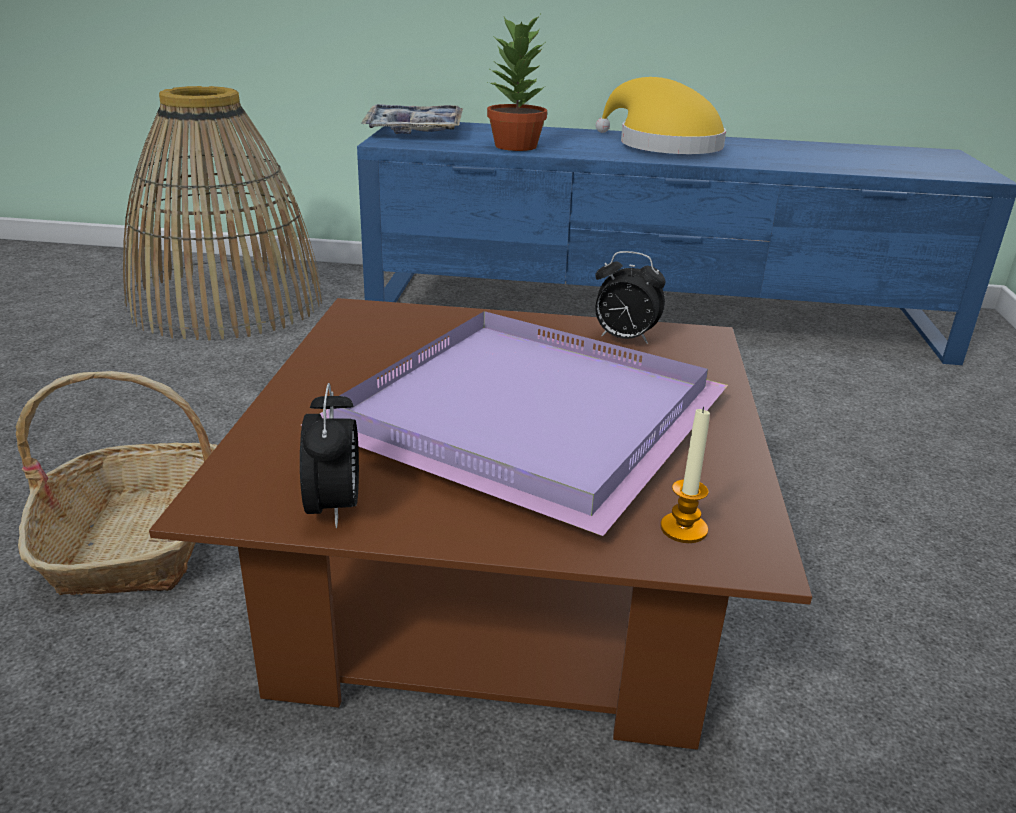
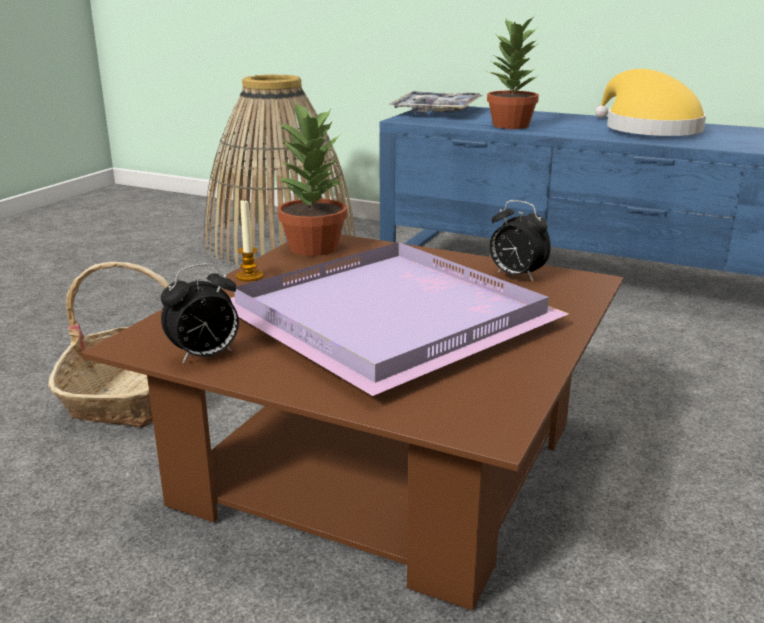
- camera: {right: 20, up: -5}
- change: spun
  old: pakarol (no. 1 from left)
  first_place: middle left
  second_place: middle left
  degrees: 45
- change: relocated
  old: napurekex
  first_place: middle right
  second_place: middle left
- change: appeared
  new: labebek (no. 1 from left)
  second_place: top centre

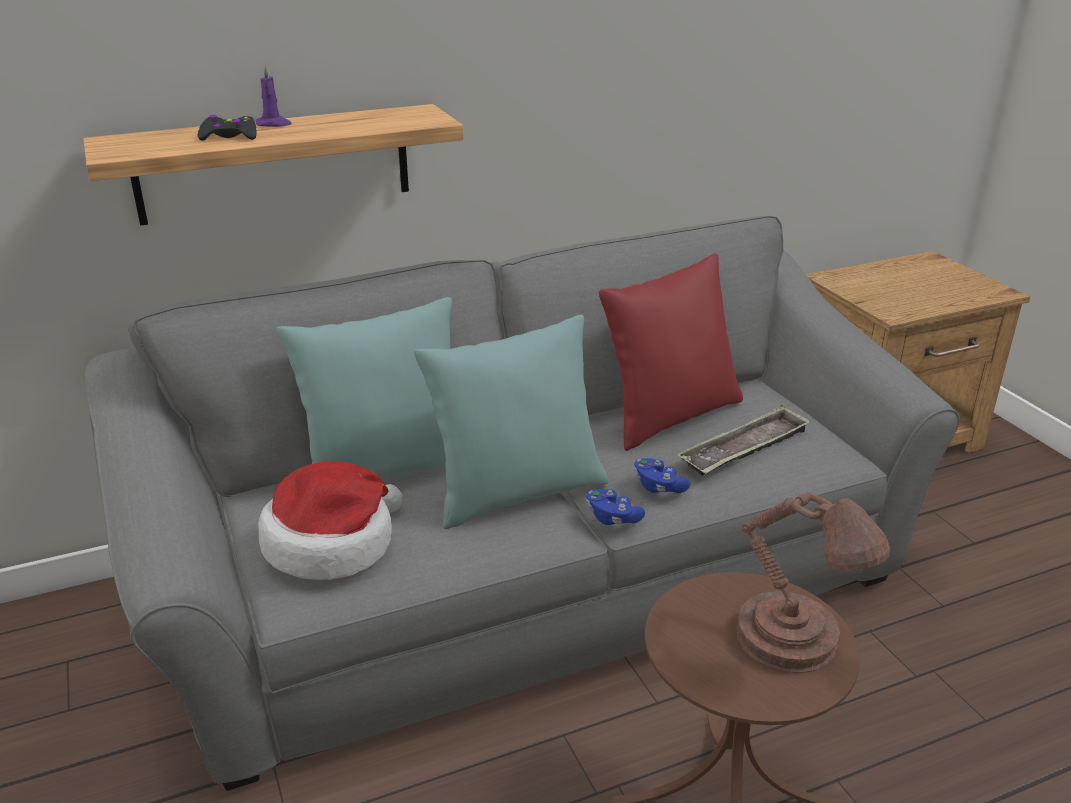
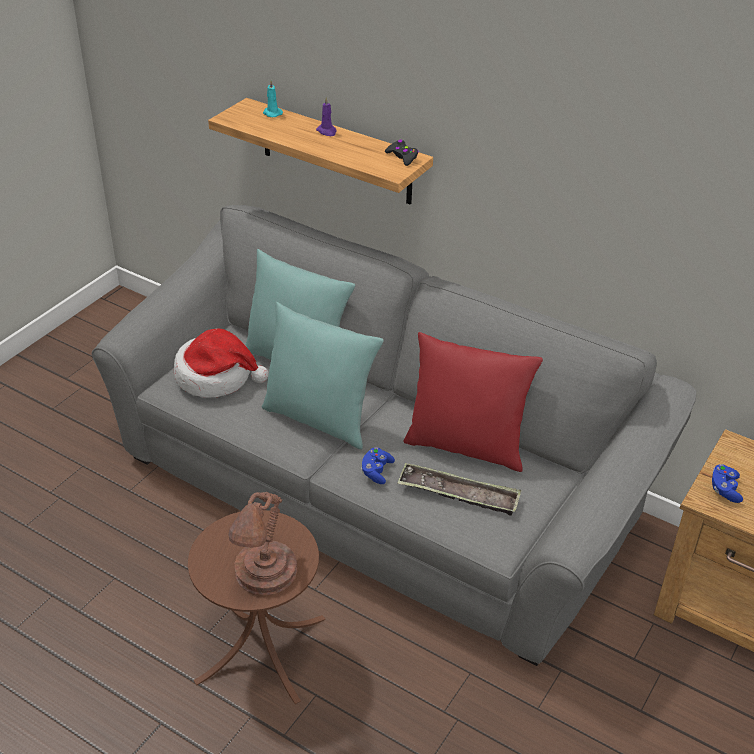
- camera: {right: 55, up: 10}
- change: appeared
  new: napurekex (turquoise)
  second_place: top centre
- change: relocated
  old: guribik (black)
  first_place: top left
  second_place: top centre
- change: relocated
  old: guribik (blue) (no. 1 from left in the first image)
  new: guribik (blue) (no. 2 from left)
  first_place: centre
  second_place: middle right

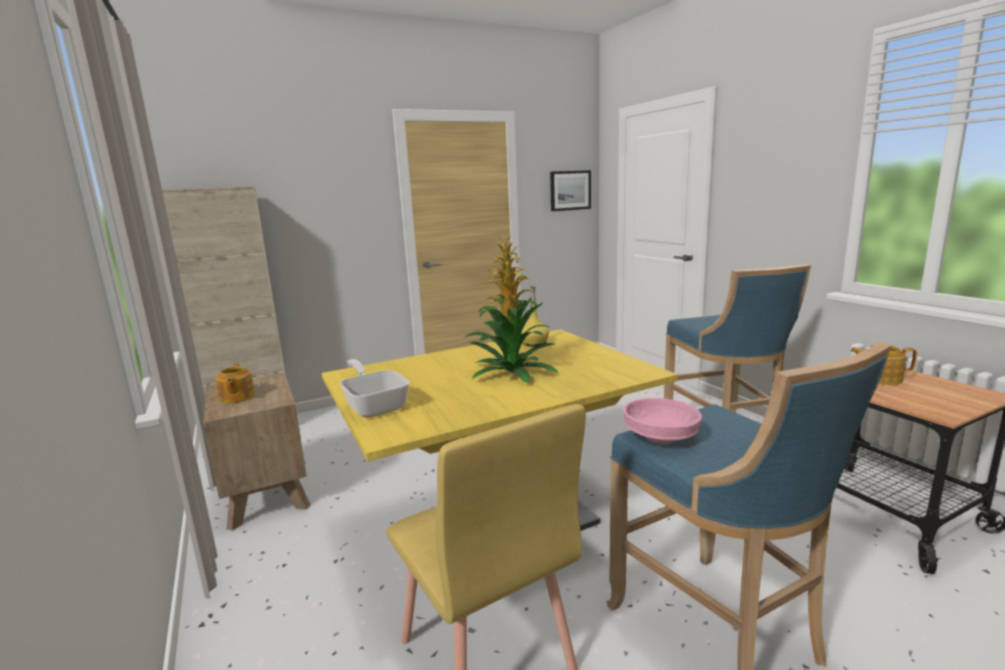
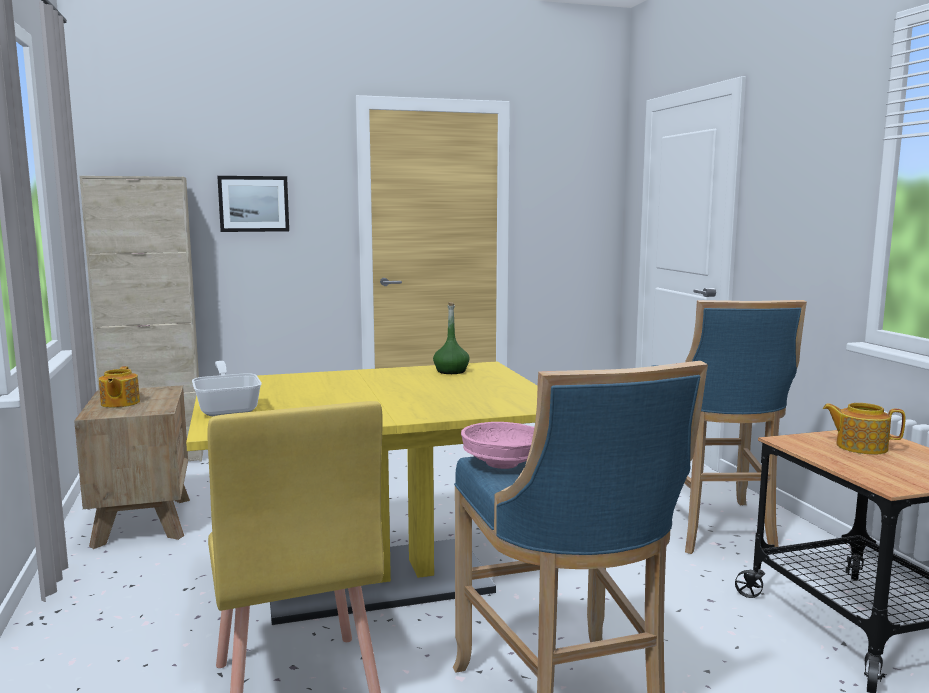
- camera: {right: 10, up: -5}
- change: relocated
  old: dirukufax
  first_place: top centre
  second_place: top left
- change: colour
  old: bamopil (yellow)
  new: bamopil (green)
  first_place: centre
  second_place: centre
- change: missing
  old: labebek
  first_place: centre

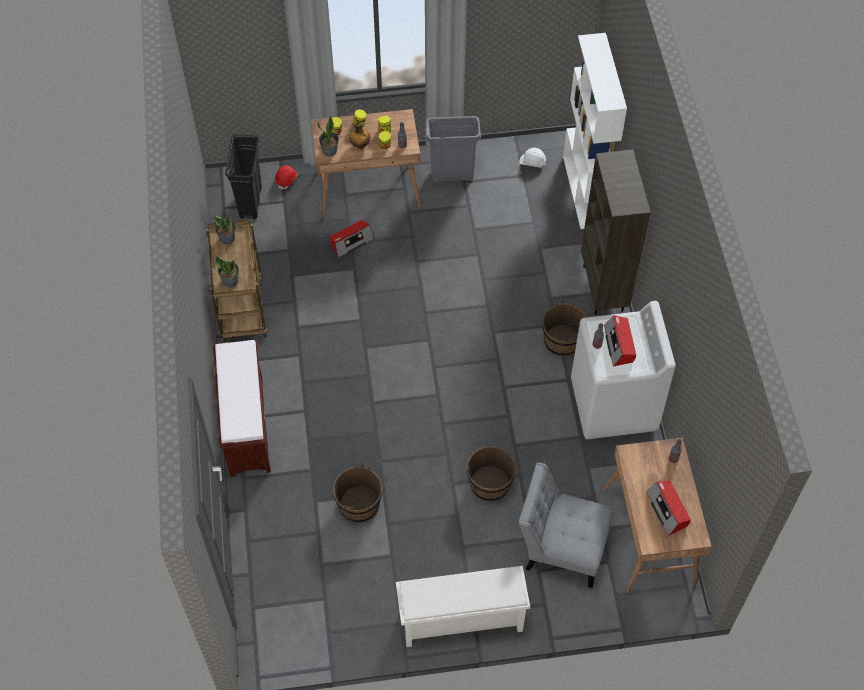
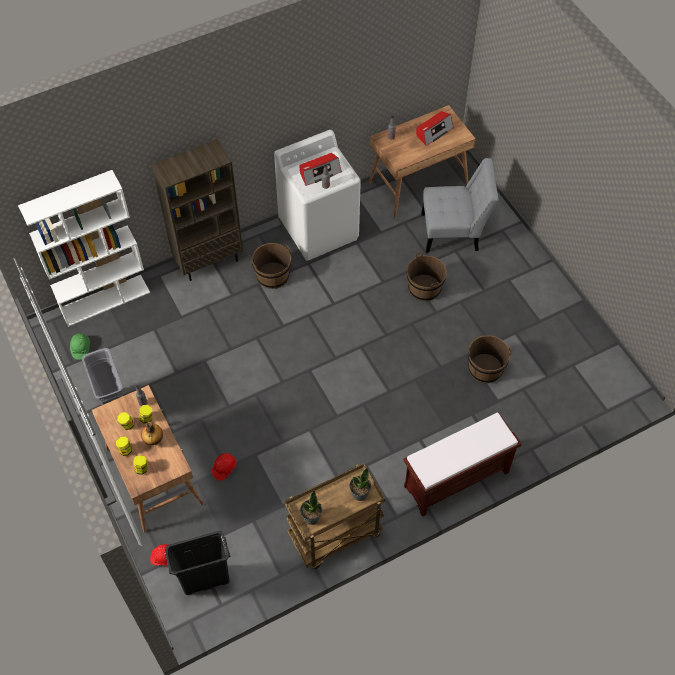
- camera: {right: -110, up: 0}
- change: colour
  old: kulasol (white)
  new: kulasol (green)
  first_place: top centre
  second_place: middle left
- change: exchanged
  old: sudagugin (no. 1 from left)
  new: kulasol (red) (no. 2 from left)
  first_place: centre
  second_place: bottom left
- change: spun
  old: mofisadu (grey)
  first_place: bottom centre
  second_place: top right
  degrees: -90
- change: missing
  old: labebek (no. 3 from left)
  first_place: top centre
- change: missing
  old: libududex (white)
  first_place: bottom centre

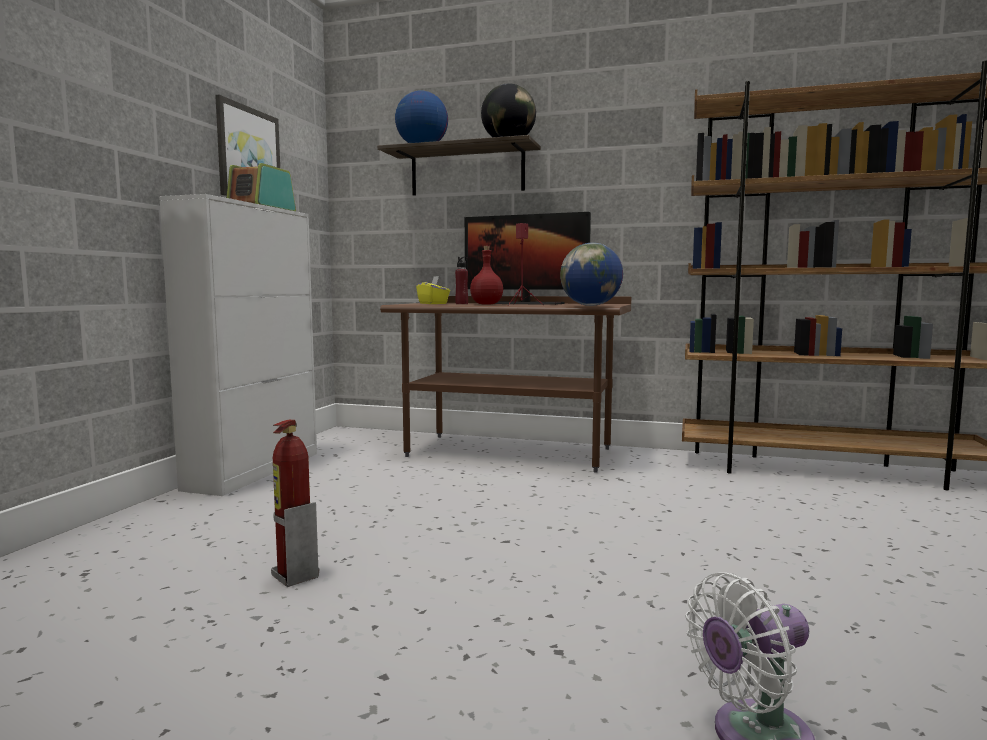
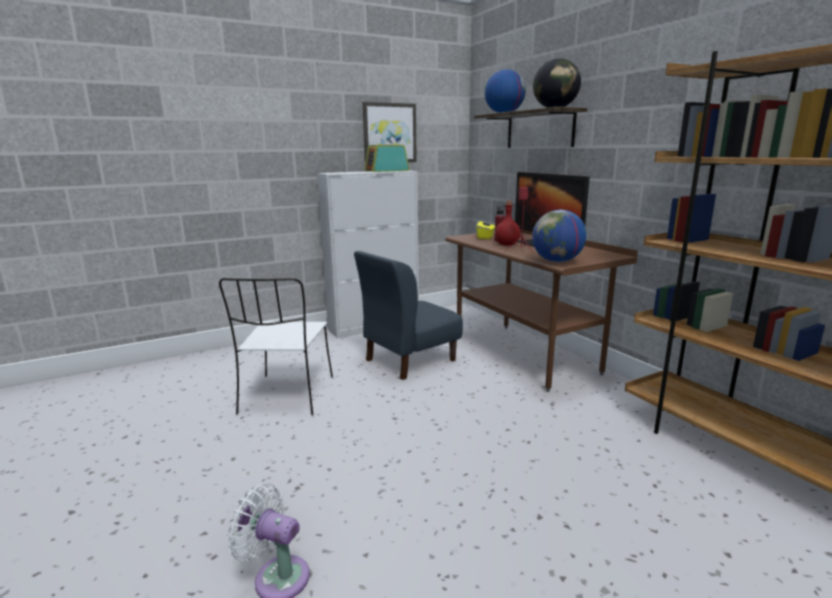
- camera: {right: 45, up: 10}
- change: exchanged
  old: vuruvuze
  new: mofisadu (white)
  first_place: bottom left
  second_place: middle left
- change: appeared
  new: mofisadu (blue)
  second_place: centre

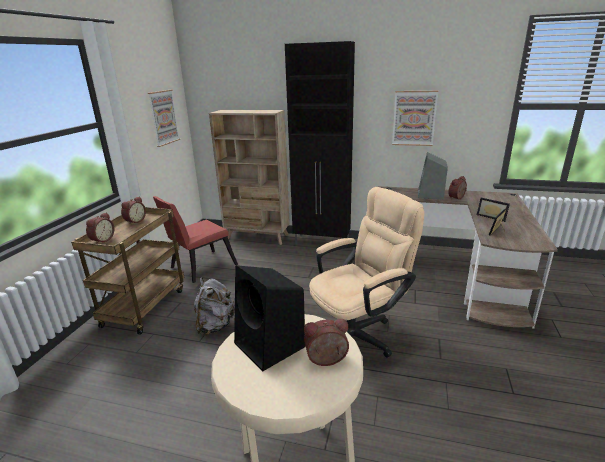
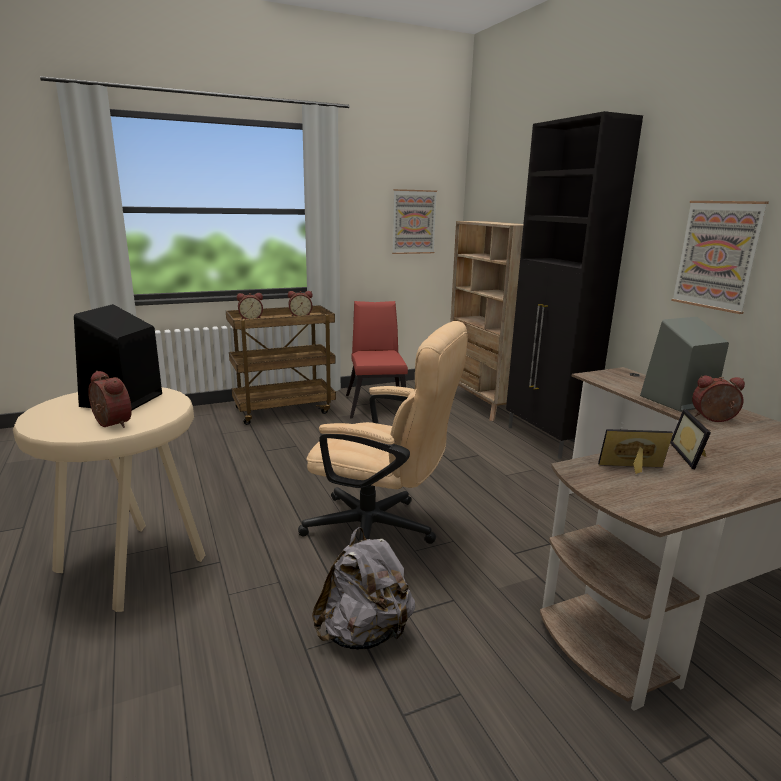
- camera: {right: 50, up: -5}
- change: relocated
  old: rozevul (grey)
  first_place: centre
  second_place: bottom centre
- change: spun
  old: mofisadu (red)
  first_place: middle left
  second_place: centre
  degrees: 75

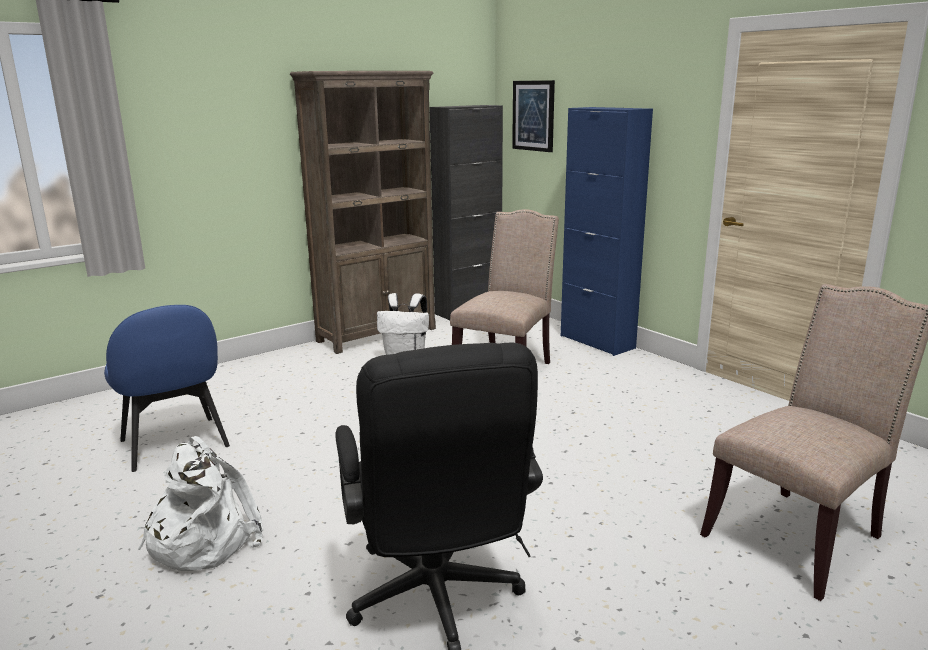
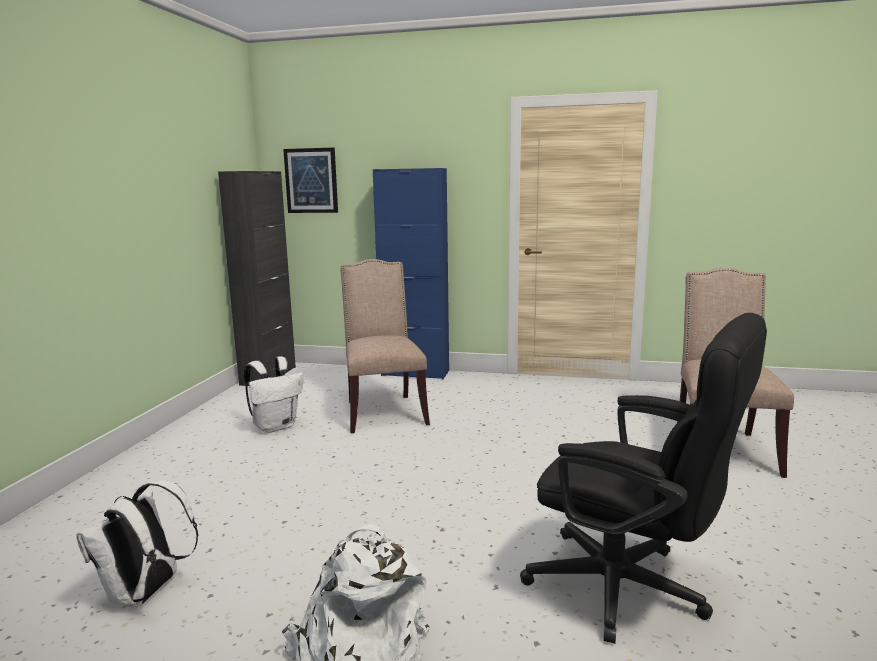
- camera: {right: -40, up: -5}
- change: exchanged
  old: mofisadu (blue)
  new: rozevul (white) (no. 1 from left)
  first_place: middle left
  second_place: bottom left
- change: missing
  old: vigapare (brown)
  first_place: top centre

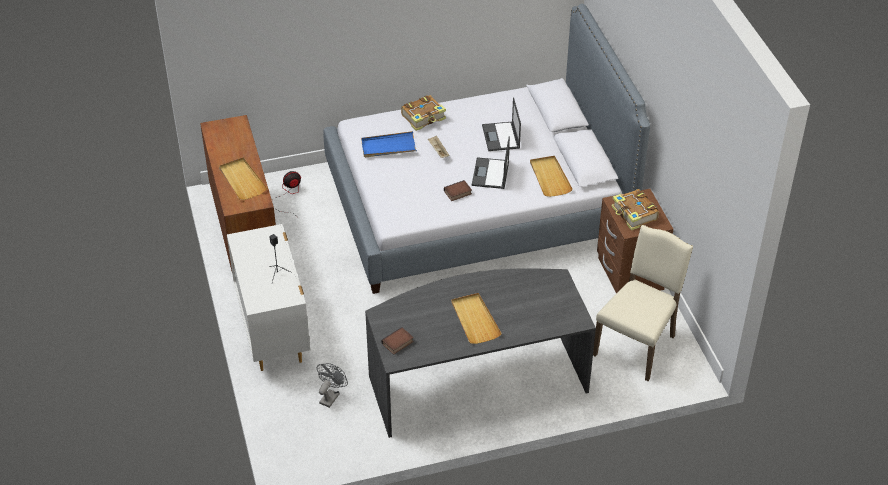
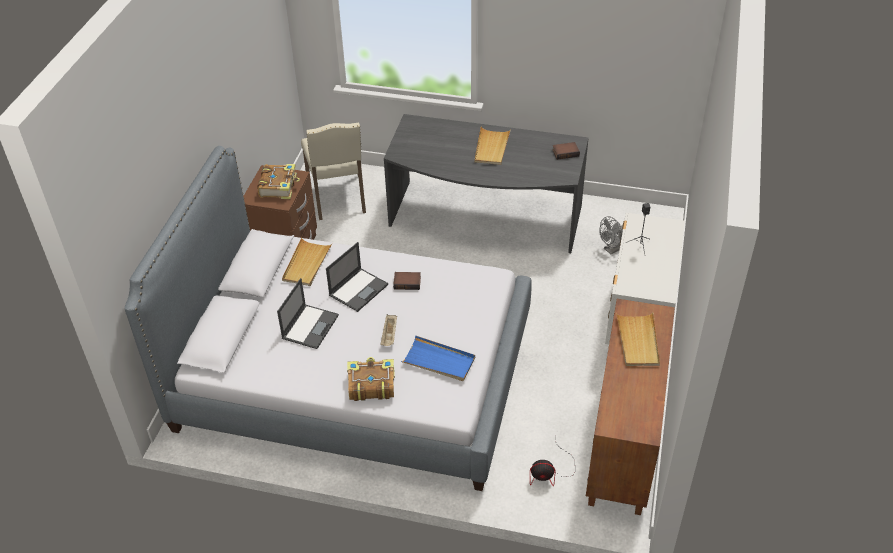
- camera: {right: -150, up: 0}
- change: spun
  old: mofisadu (beige)
  first_place: middle right
  second_place: top centre
  degrees: -75

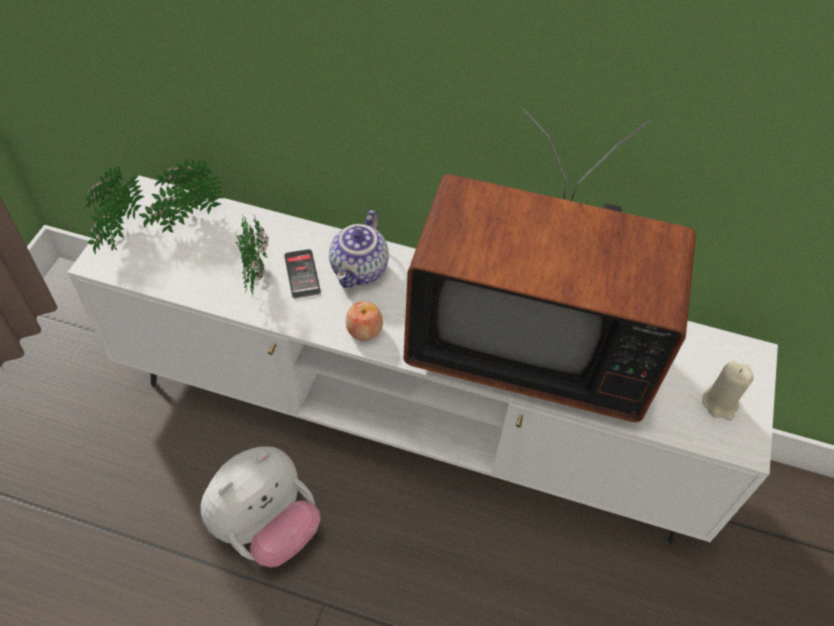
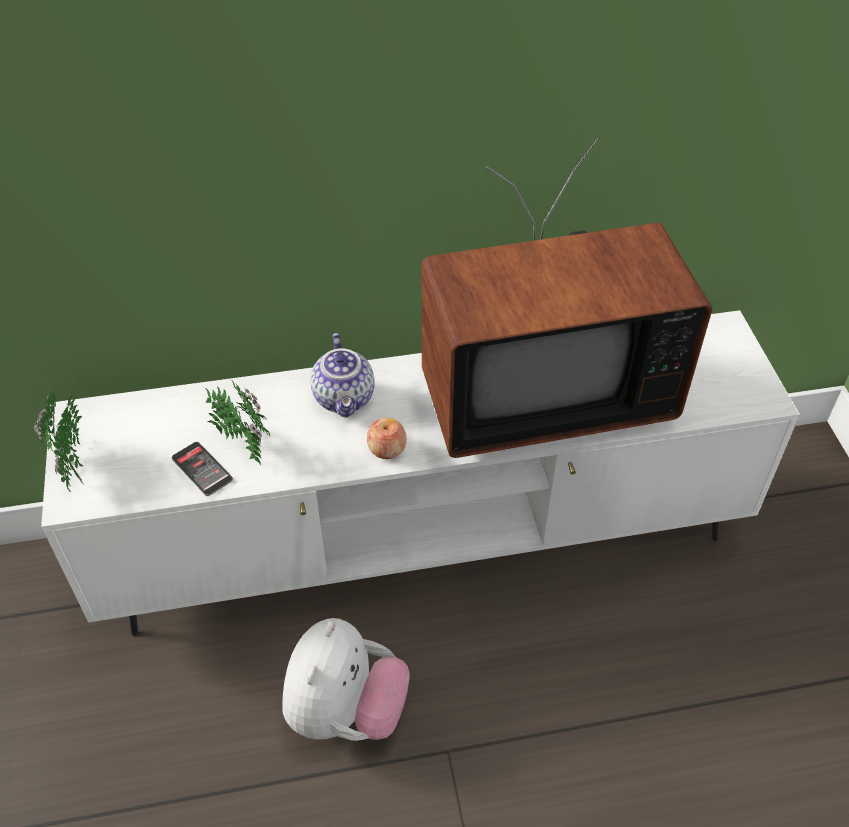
- camera: {right: -25, up: -5}
- change: relocated
  old: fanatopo
  first_place: centre
  second_place: middle left
- change: missing
  old: labebek (no. 2 from left)
  first_place: top left
- change: missing
  old: napurekex (beige)
  first_place: middle right

